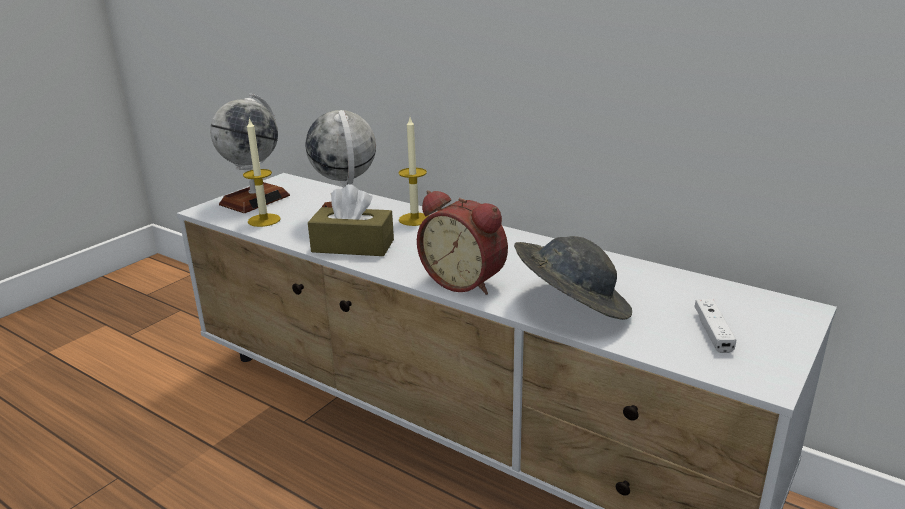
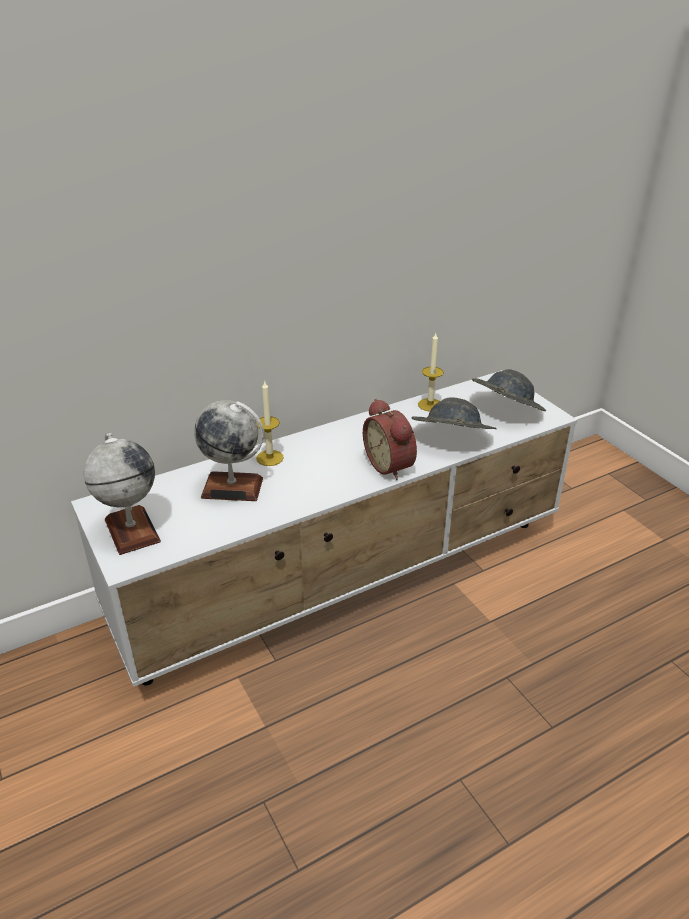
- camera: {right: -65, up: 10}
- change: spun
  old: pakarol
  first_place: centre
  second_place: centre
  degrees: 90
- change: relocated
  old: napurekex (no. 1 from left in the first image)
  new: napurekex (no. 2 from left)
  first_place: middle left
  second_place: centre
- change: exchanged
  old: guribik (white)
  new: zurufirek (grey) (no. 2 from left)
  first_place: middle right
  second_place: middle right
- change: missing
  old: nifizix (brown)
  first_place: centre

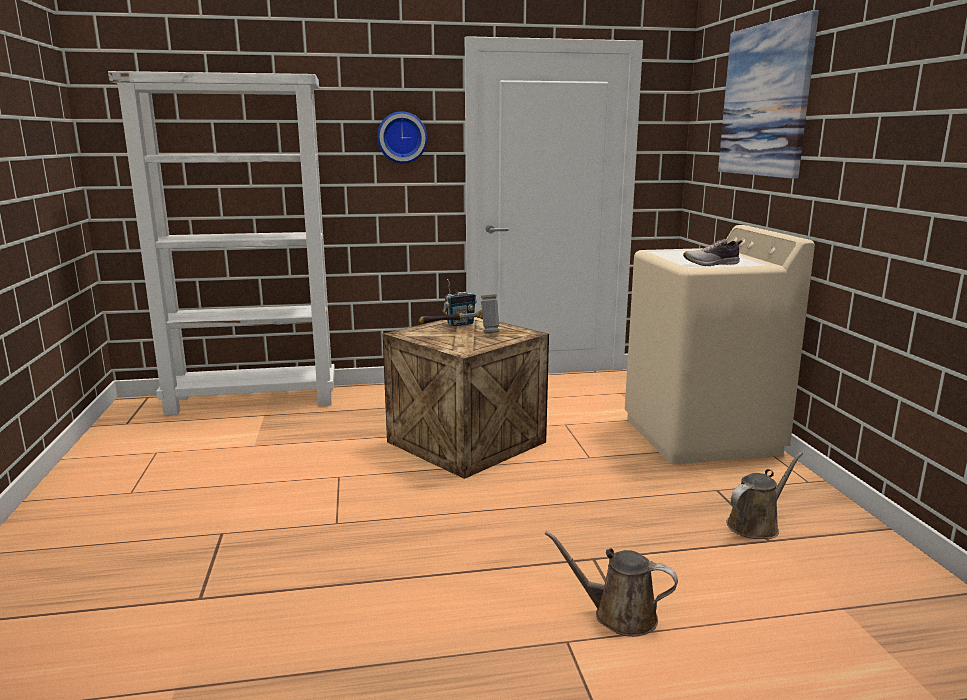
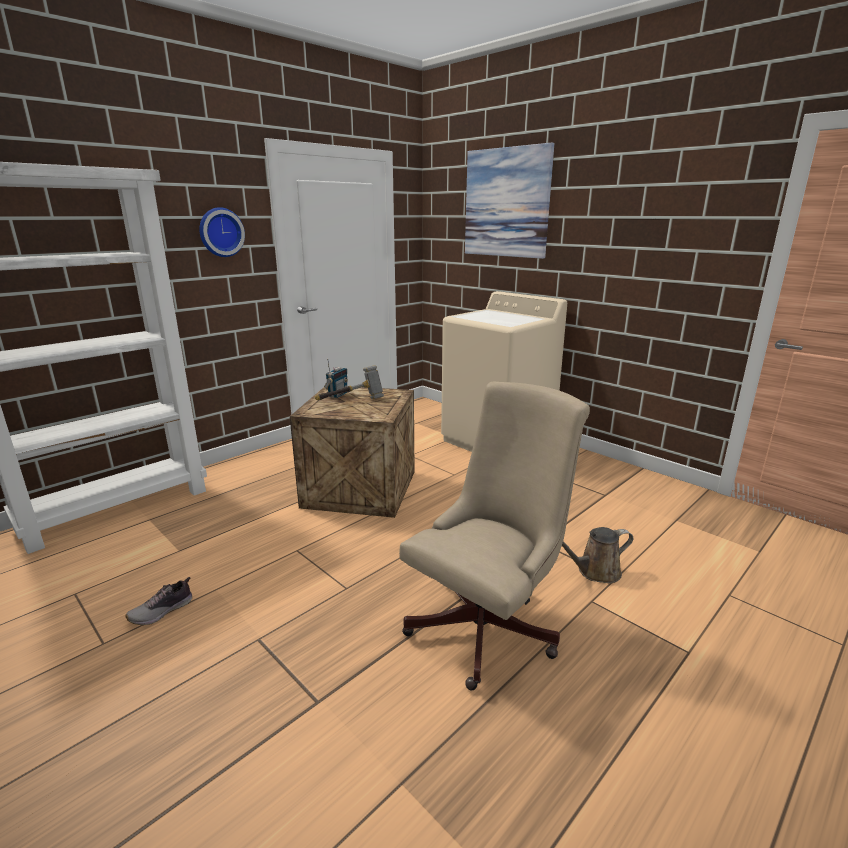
- camera: {right: -35, up: 5}
- change: relocated
  old: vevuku
  first_place: middle right
  second_place: bottom left
- change: appeared
  new: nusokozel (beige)
  second_place: centre
- change: missing
  old: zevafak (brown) (no. 2 from left)
  first_place: bottom right

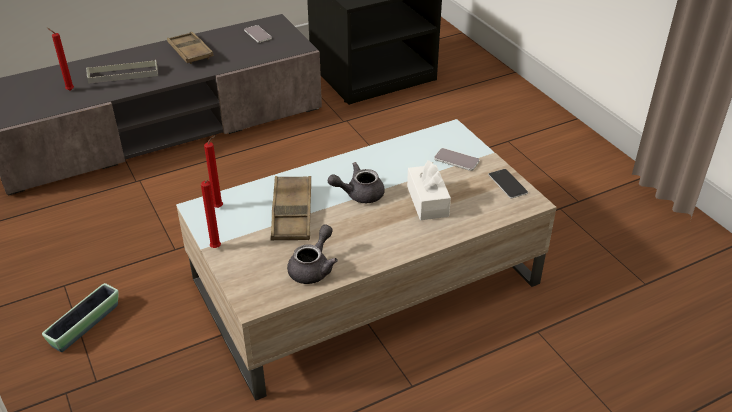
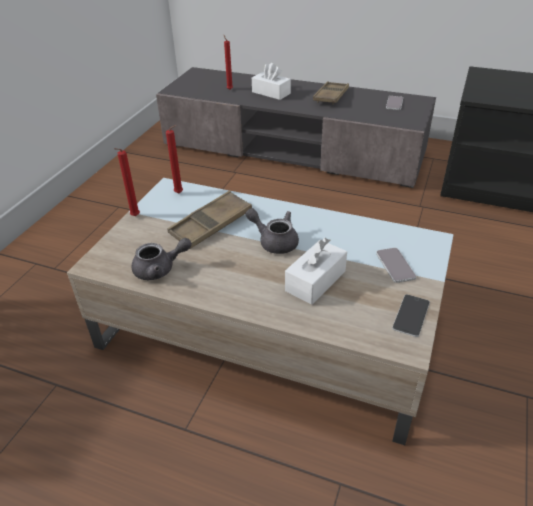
- camera: {right: 50, up: 0}
- change: exchanged
  old: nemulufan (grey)
  new: nifizix (white) (no. 1 from left)
  first_place: top left
  second_place: top centre
- change: missing
  old: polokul
  first_place: bottom left

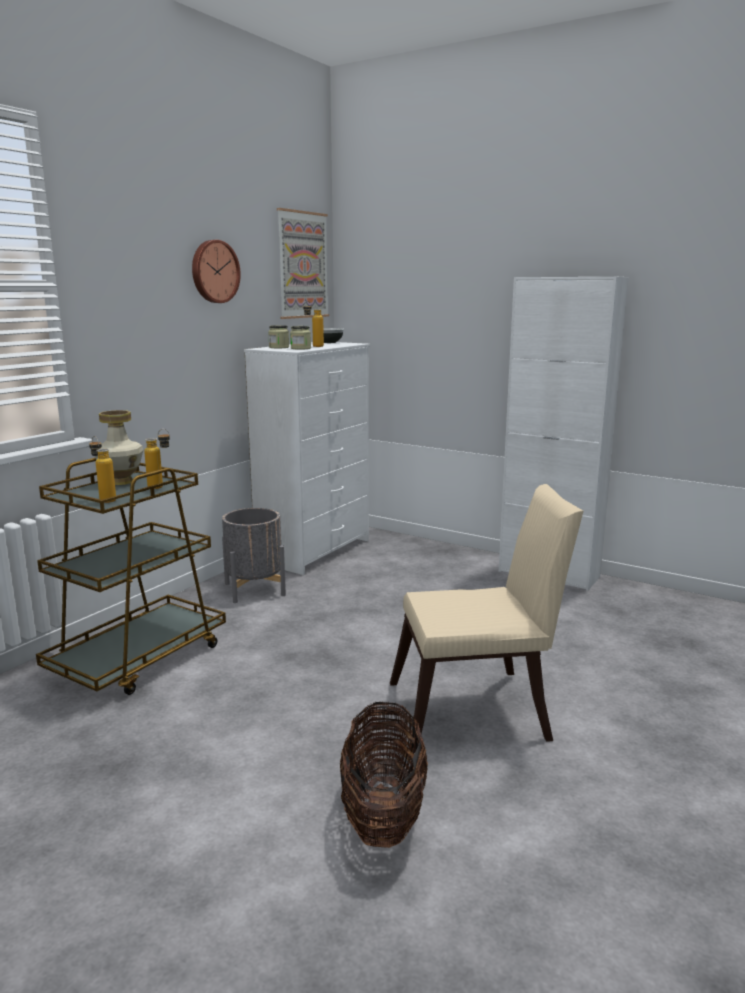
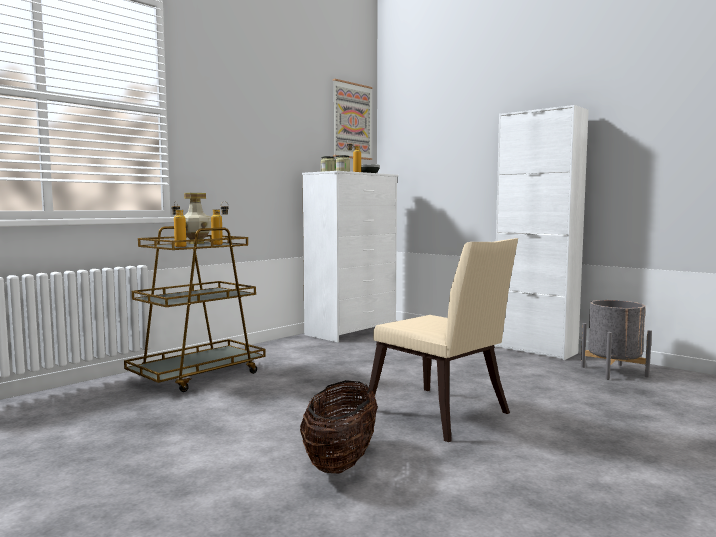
- camera: {right: 10, up: -10}
- change: spun
  old: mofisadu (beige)
  first_place: centre
  second_place: centre
  degrees: 45
- change: relocated
  old: polokul (grey)
  first_place: centre
  second_place: middle right
- change: missing
  old: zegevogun
  first_place: top left

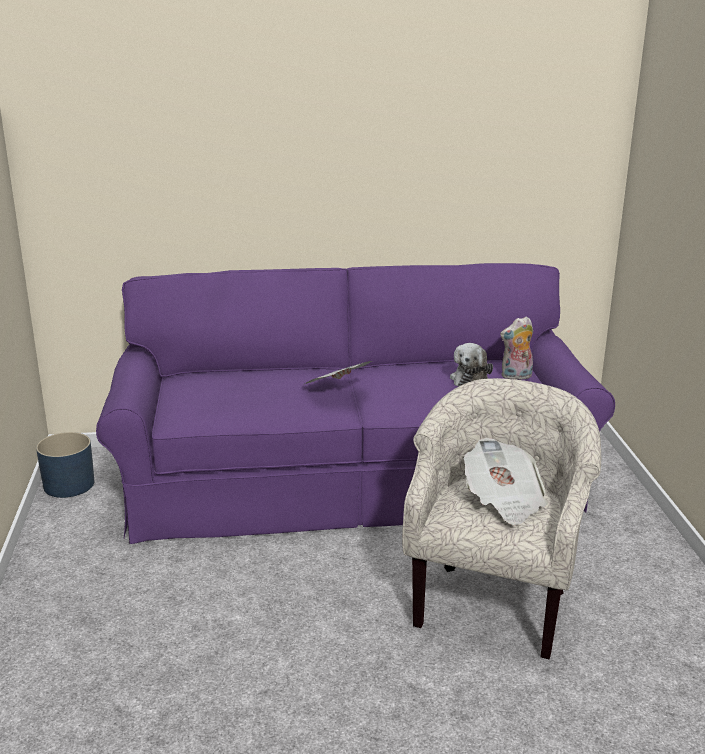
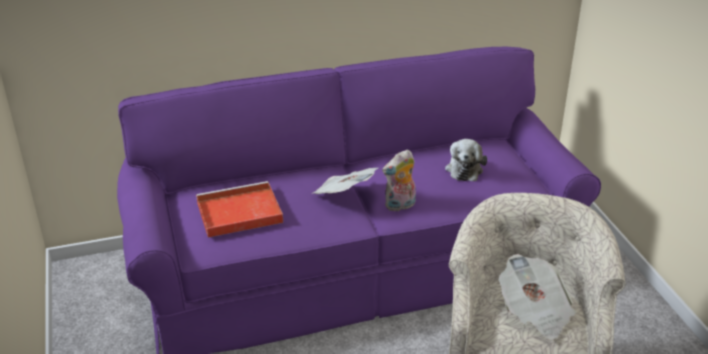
- camera: {right: -10, up: 10}
- change: appeared
  new: nemulufan (red)
  second_place: centre
- change: relocated
  old: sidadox (no. 2 from left in the first image)
  new: sidadox (no. 1 from left)
  first_place: middle right
  second_place: centre
- change: missing
  old: polokul (blue)
  first_place: middle left

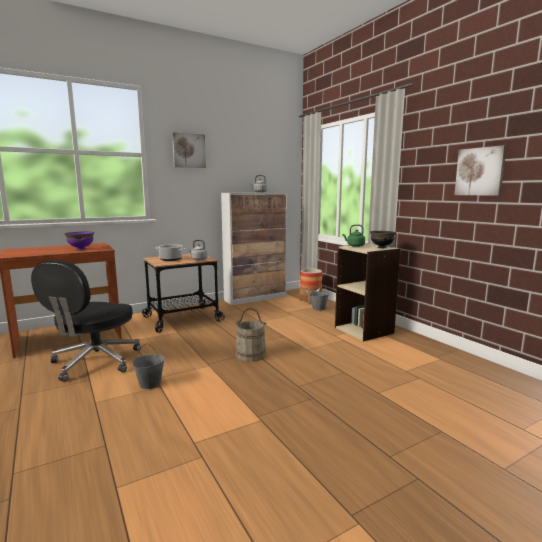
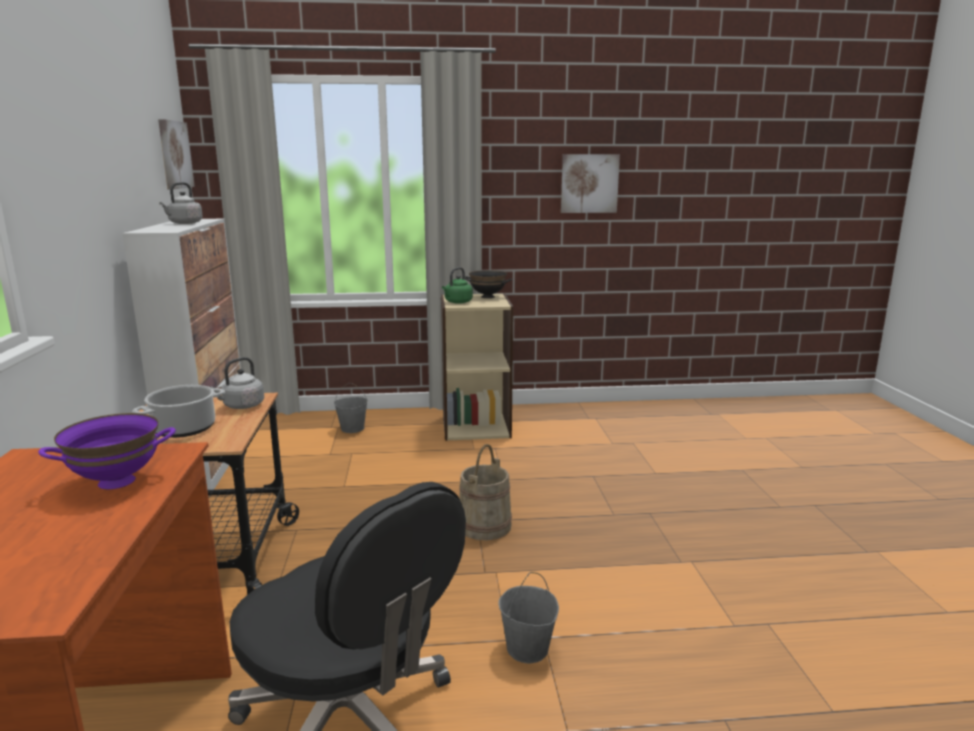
- camera: {right: -65, up: 5}
- change: relocated
  old: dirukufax (no. 1 from left)
  first_place: top centre
  second_place: top left
- change: missing
  old: polokul
  first_place: centre

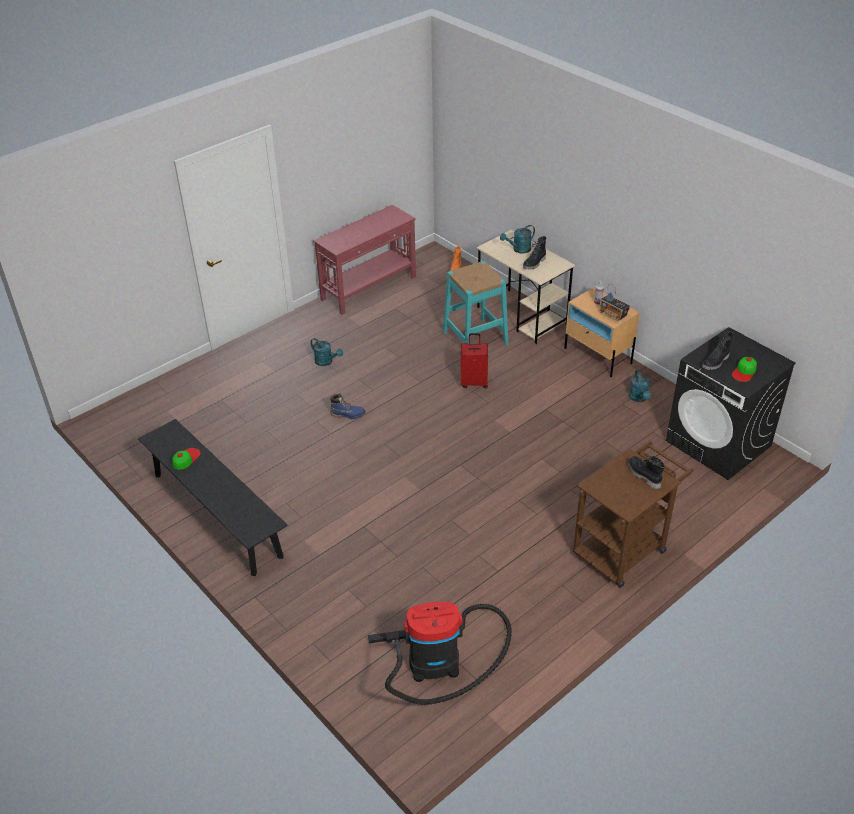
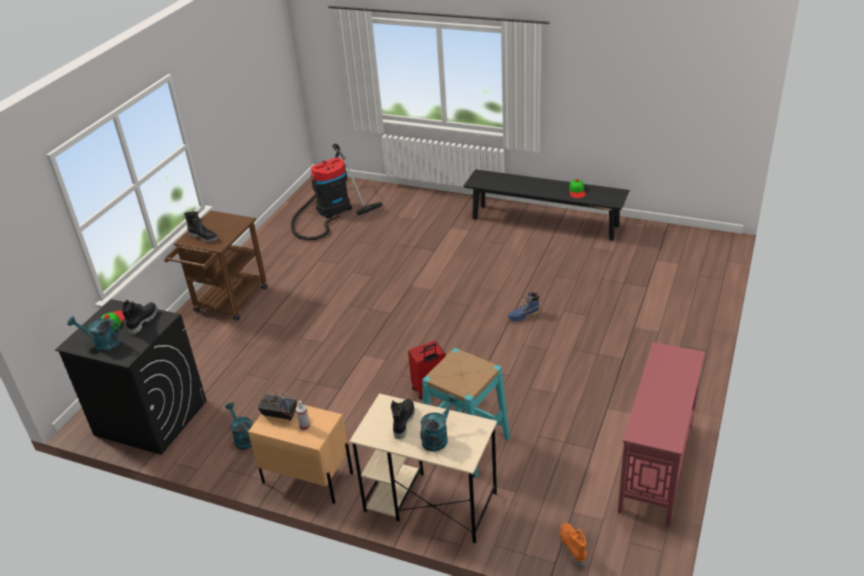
- camera: {right: 155, up: -5}
- change: relocated
  old: zevafak (turquoise) (no. 1 from left)
  first_place: centre
  second_place: middle left

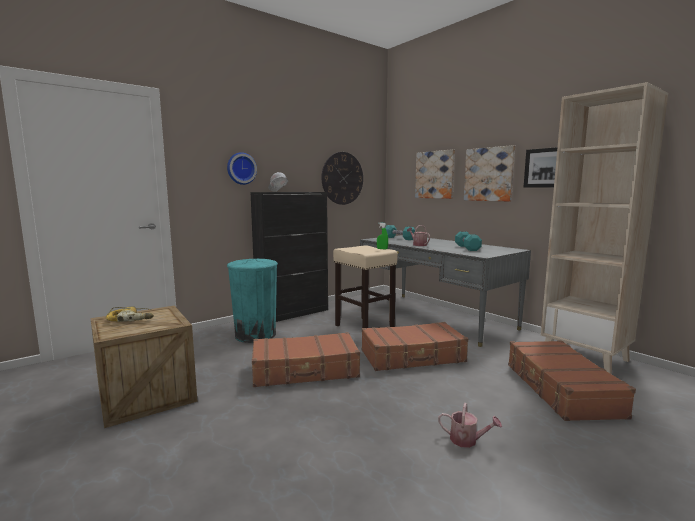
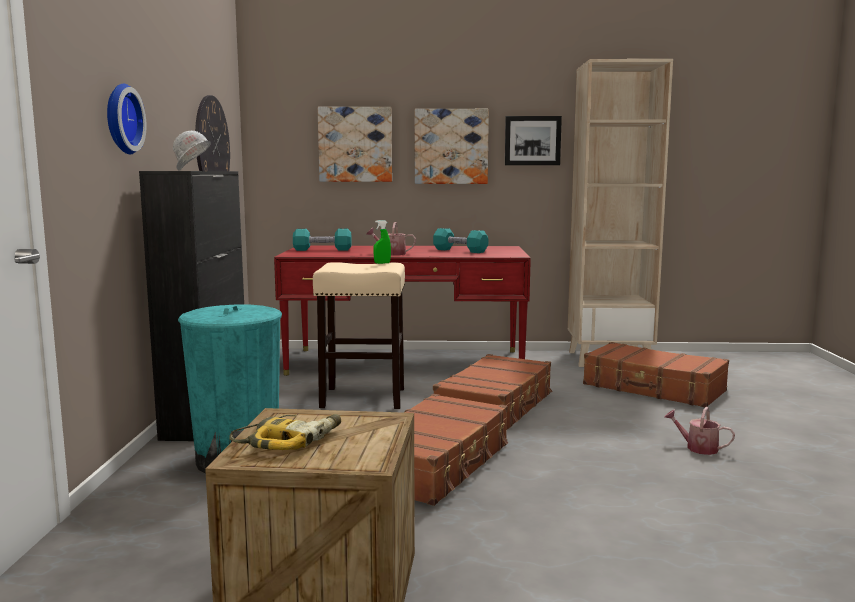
- camera: {right: -50, up: 0}
- change: colour
  old: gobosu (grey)
  new: gobosu (red)
  first_place: centre
  second_place: centre
- change: spun
  old: zevafak (no. 2 from left)
  first_place: bottom right
  second_place: bottom right
  degrees: -120

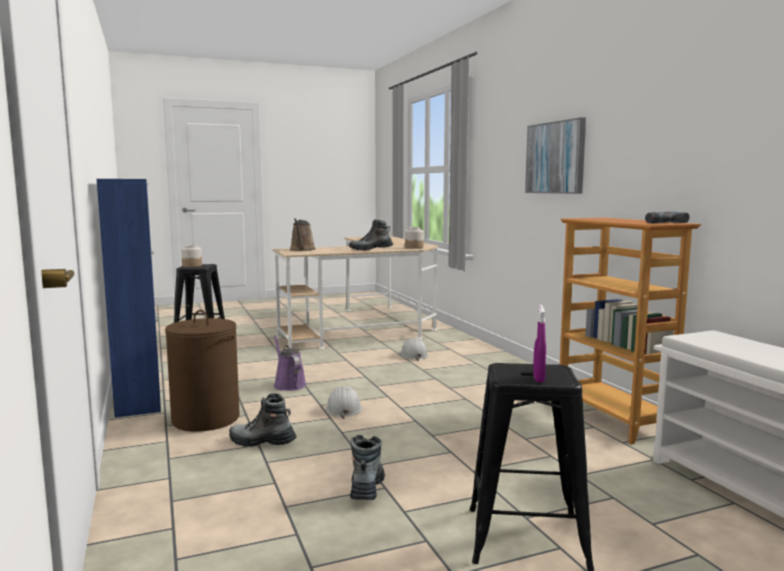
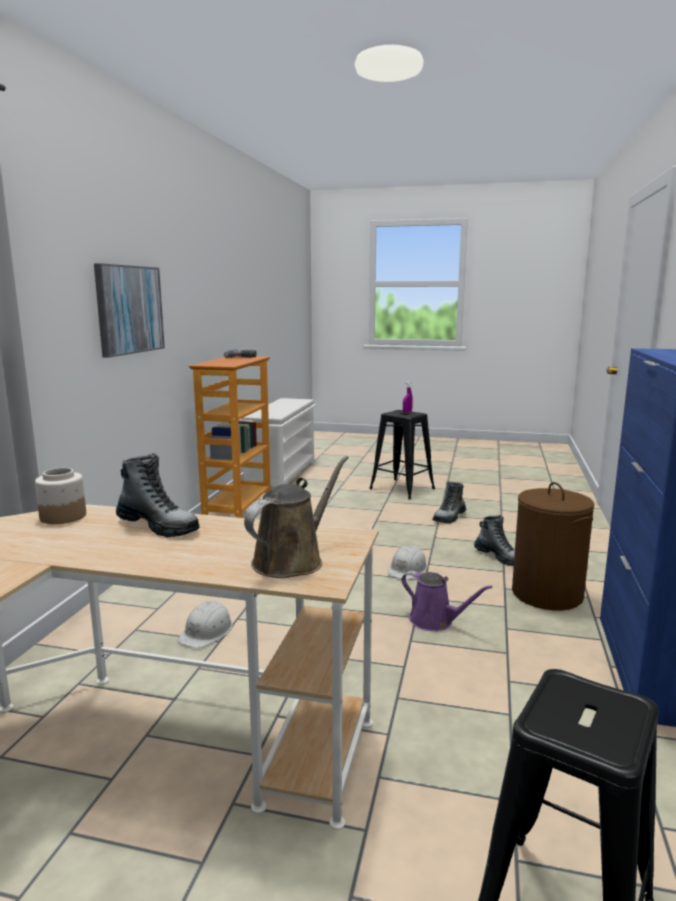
- camera: {right: -145, up: 5}
- change: spun
  old: zevafak (purple)
  first_place: centre
  second_place: bottom centre
  degrees: -60
- change: missing
  old: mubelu (no. 1 from left)
  first_place: middle left

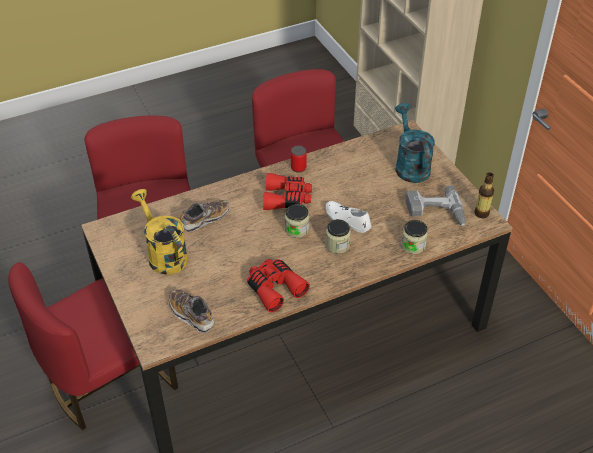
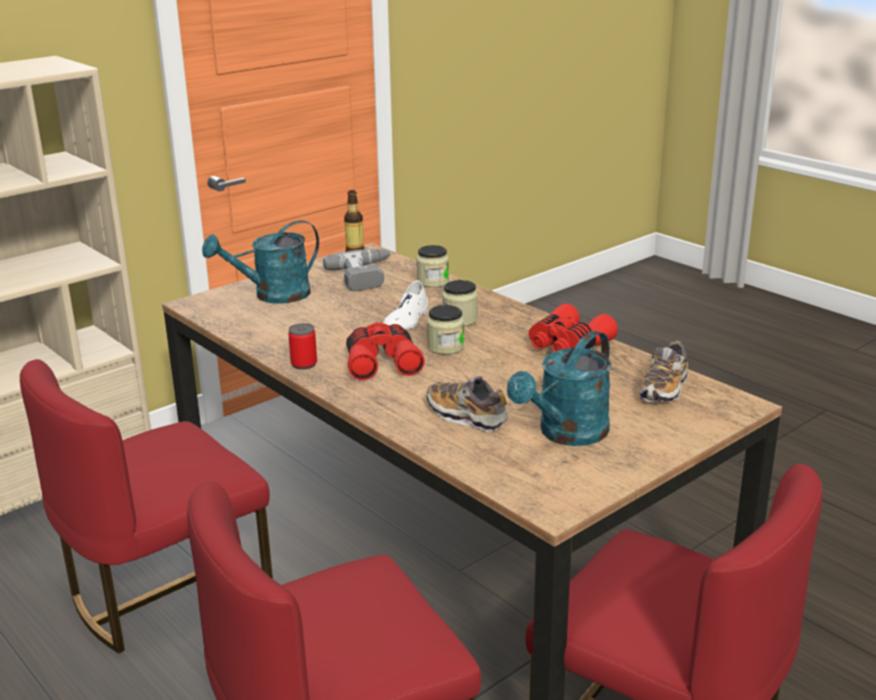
- camera: {right: -105, up: -20}
- change: colour
  old: zevafak (yellow)
  new: zevafak (turquoise) (no. 2 from left)
  first_place: middle left
  second_place: centre

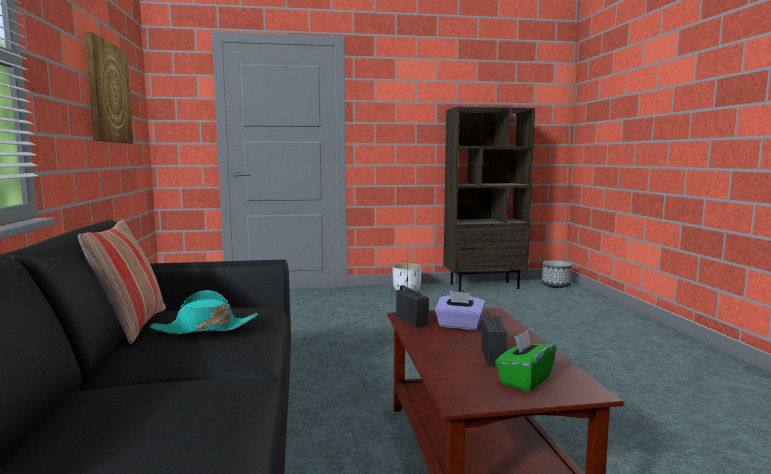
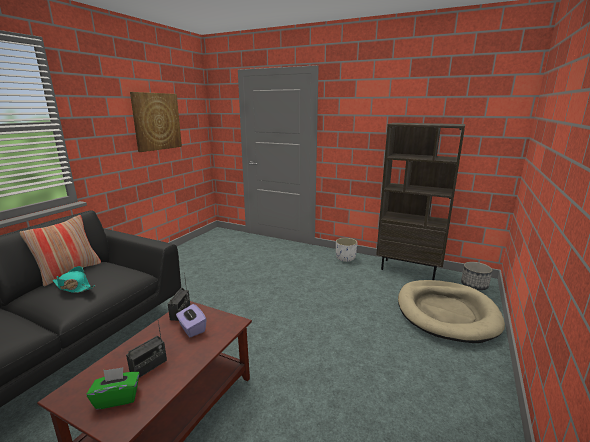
- camera: {right: 35, up: 10}
- change: appeared
  new: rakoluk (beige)
  second_place: bottom right

